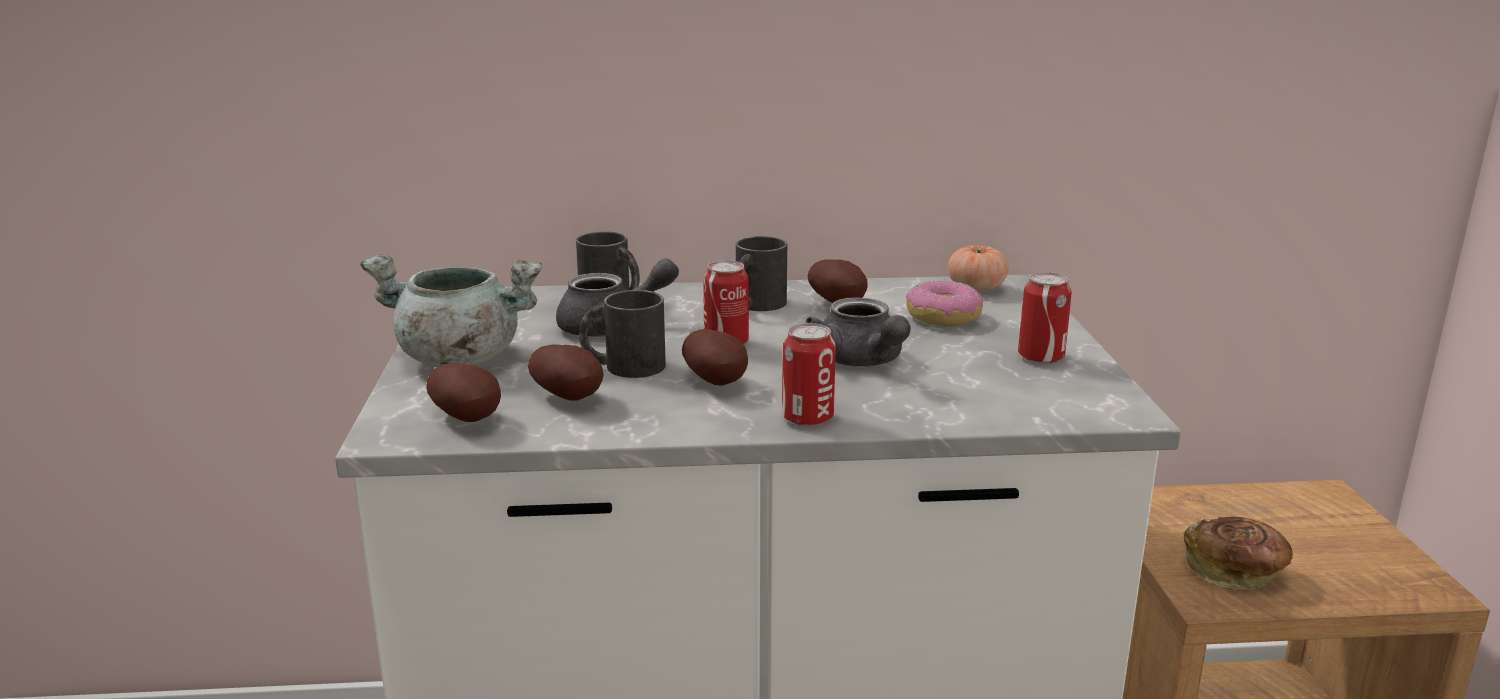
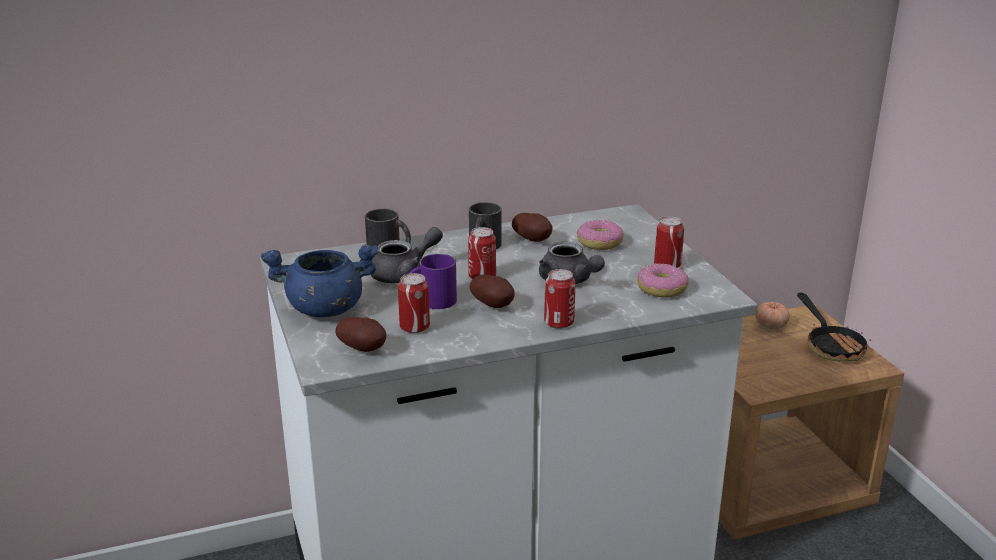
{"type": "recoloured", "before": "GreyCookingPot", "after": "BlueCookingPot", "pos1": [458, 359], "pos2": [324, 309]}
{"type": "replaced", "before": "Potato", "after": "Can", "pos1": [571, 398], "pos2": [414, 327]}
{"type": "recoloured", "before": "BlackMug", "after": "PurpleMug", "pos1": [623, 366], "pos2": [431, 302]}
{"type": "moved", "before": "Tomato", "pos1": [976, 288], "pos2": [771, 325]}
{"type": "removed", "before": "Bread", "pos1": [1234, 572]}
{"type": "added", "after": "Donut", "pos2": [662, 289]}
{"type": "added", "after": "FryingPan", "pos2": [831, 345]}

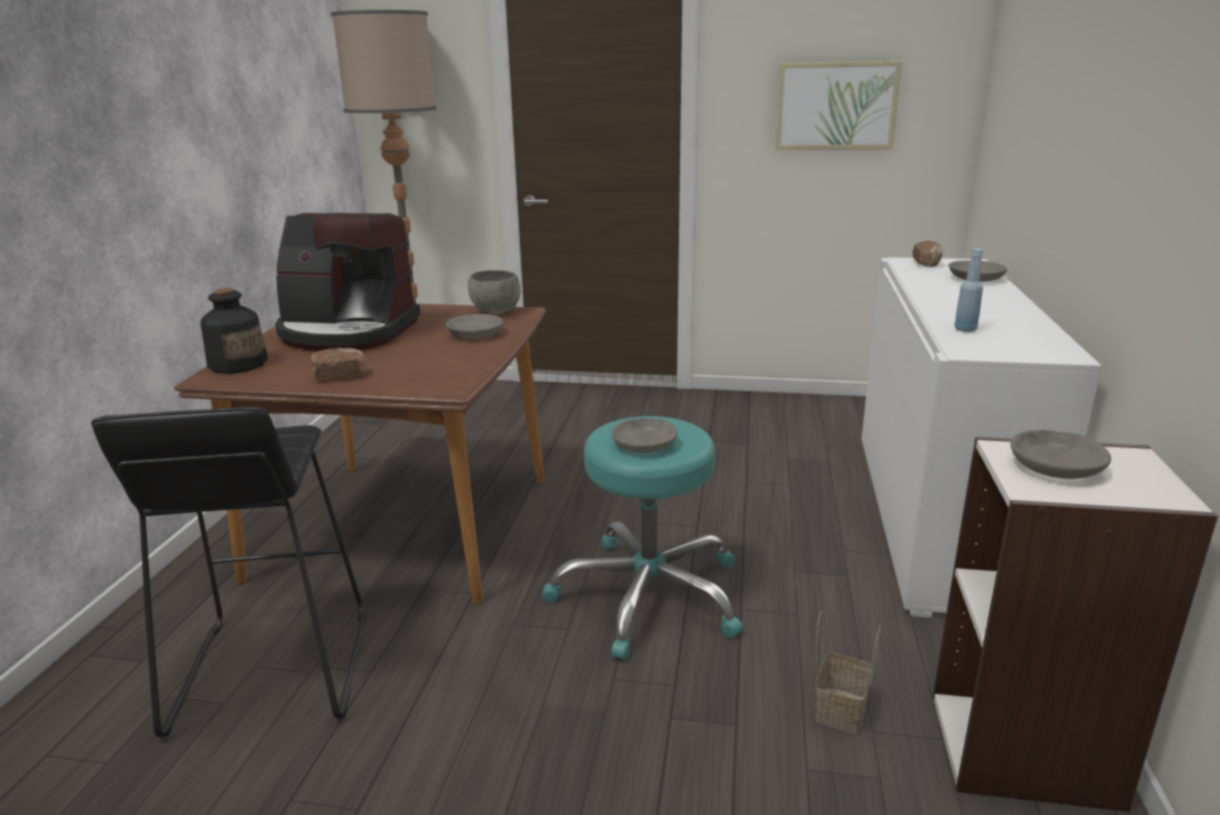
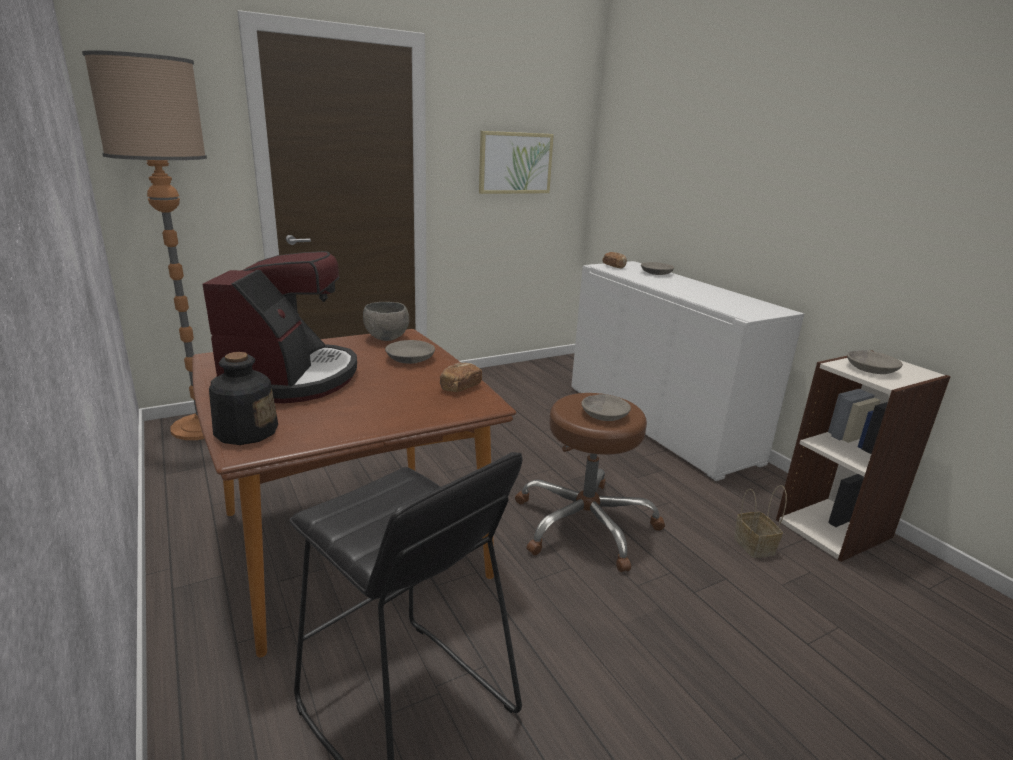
{"type": "turned", "before": "CoffeeMachine", "pos1": [347, 332], "pos2": [291, 378], "turn": -60}
{"type": "moved", "before": "Bread", "pos1": [340, 376], "pos2": [459, 387]}
{"type": "recoloured", "before": "TurquoiseStool", "after": "BrownStool", "pos1": [648, 596], "pos2": [586, 524]}
{"type": "removed", "before": "BlueBottle", "pos1": [965, 329]}

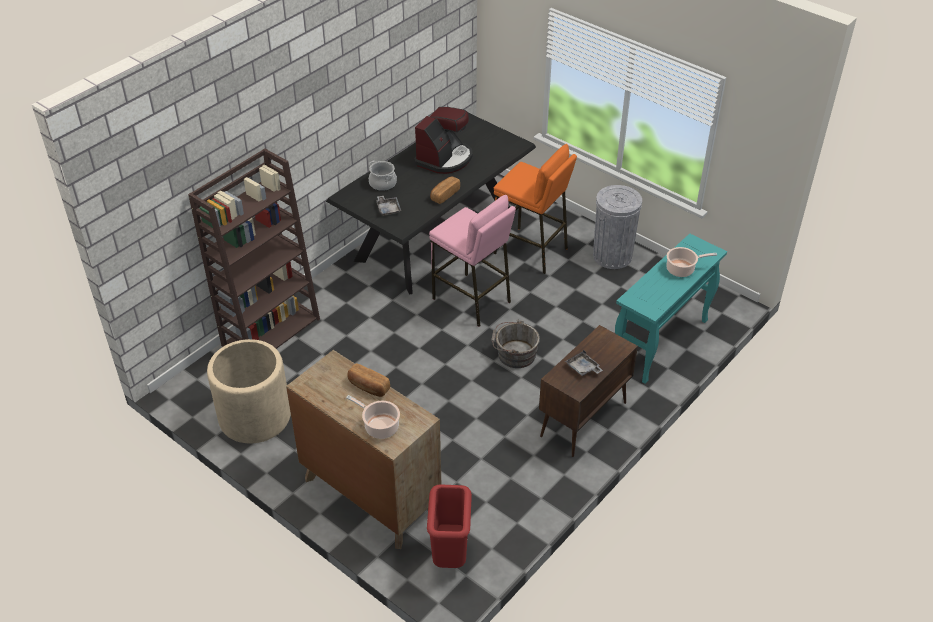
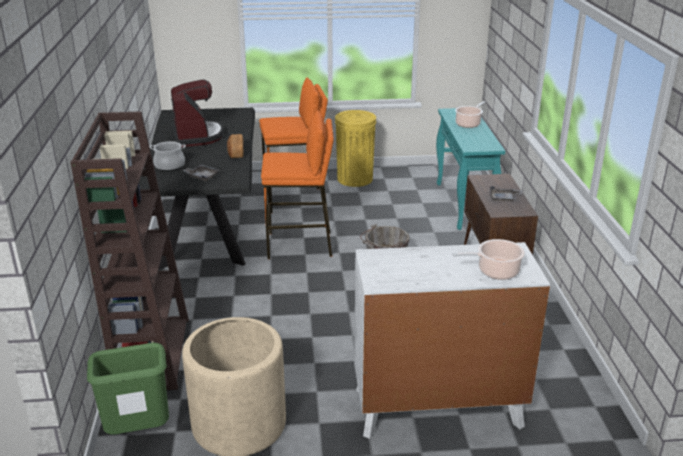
{"type": "recoloured", "before": "BrownDresser", "after": "WhiteDresser", "pos1": [370, 495], "pos2": [437, 408]}
{"type": "removed", "before": "Bread", "pos1": [368, 387]}
{"type": "removed", "before": "RedTrashCan", "pos1": [449, 555]}
{"type": "recoloured", "before": "PinkStool", "after": "OrangeStool", "pos1": [472, 300], "pos2": [300, 245]}
{"type": "recoloured", "before": "GreyTrashCan", "after": "YellowTrashCan", "pos1": [612, 256], "pos2": [355, 179]}
{"type": "added", "after": "GreenTrashCan", "pos2": [139, 432]}

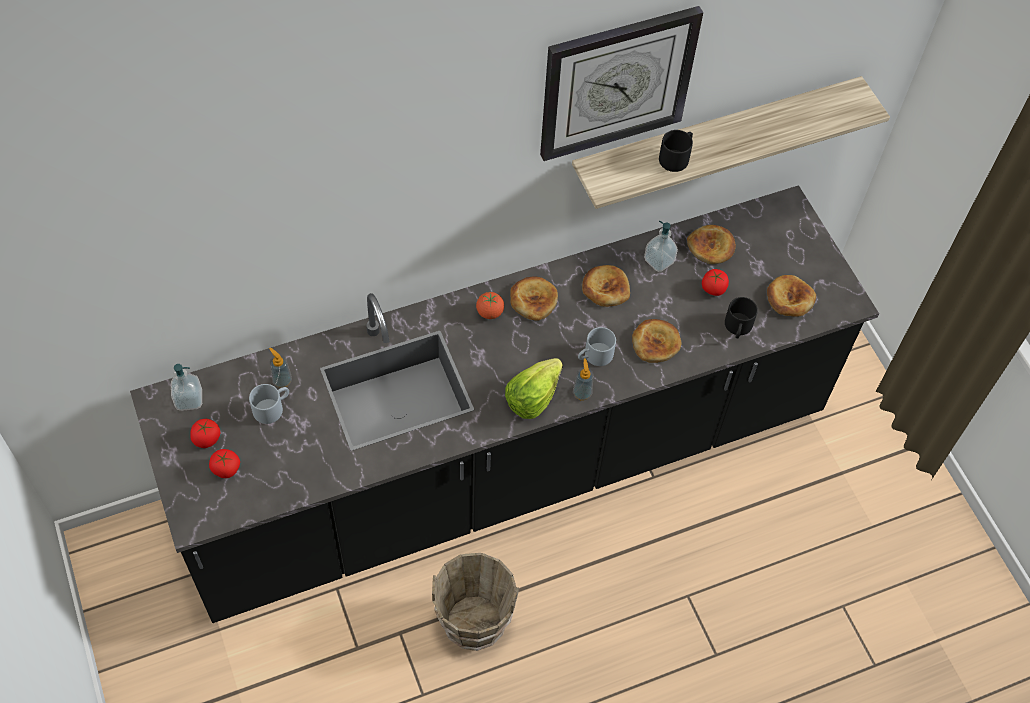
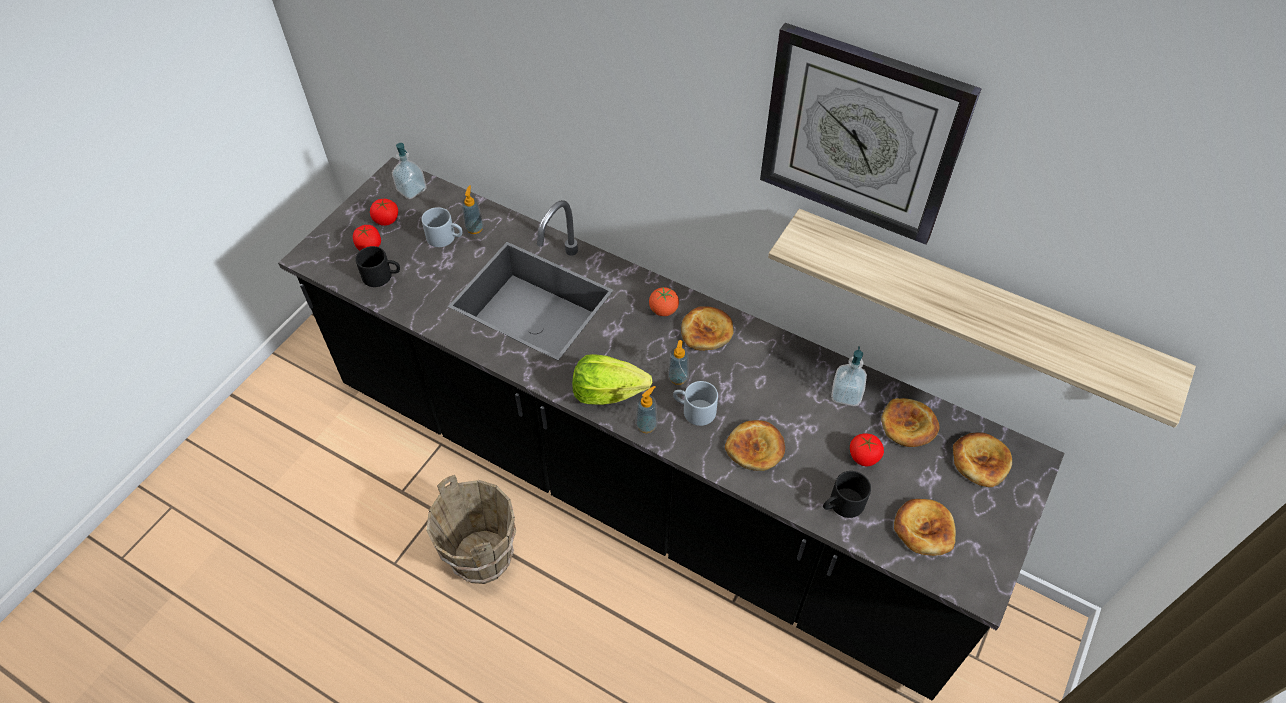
{"type": "moved", "before": "Bread", "pos1": [605, 288], "pos2": [980, 461]}
{"type": "moved", "before": "BlackMug", "pos1": [676, 156], "pos2": [382, 275]}
{"type": "added", "after": "SoapDispenser", "pos2": [678, 377]}

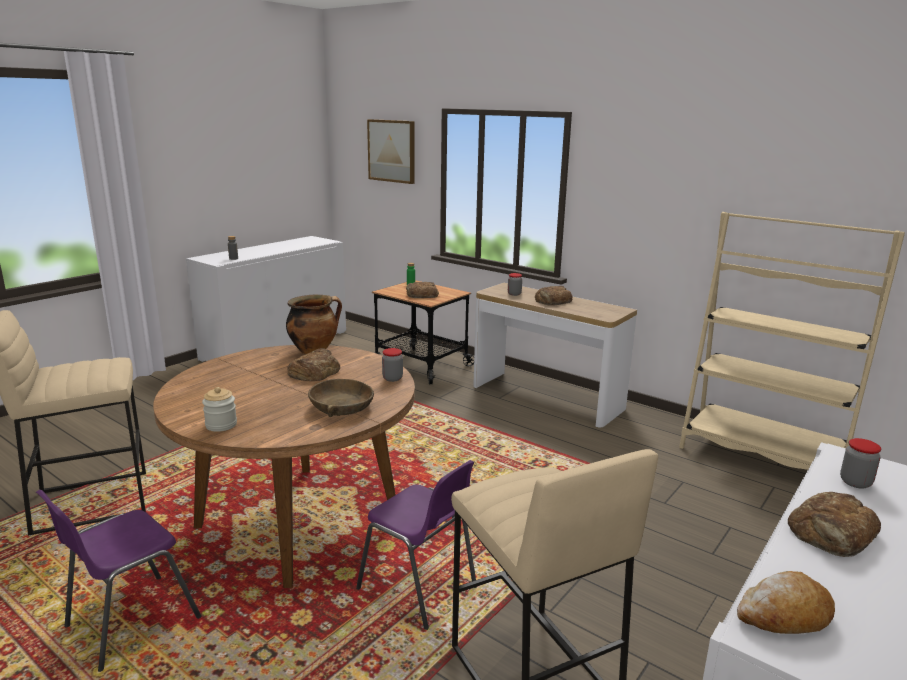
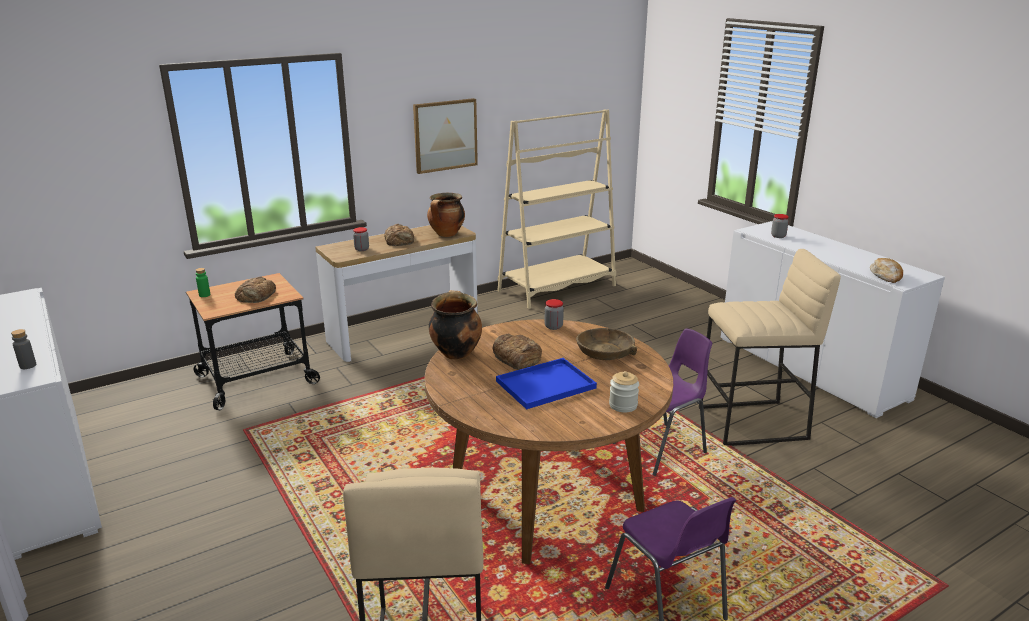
{"type": "moved", "before": "Picture", "pos1": [392, 151], "pos2": [445, 135]}
{"type": "removed", "before": "Bread", "pos1": [832, 533]}
{"type": "added", "after": "CookingPot", "pos2": [446, 234]}
{"type": "added", "after": "BlueTray", "pos2": [546, 384]}

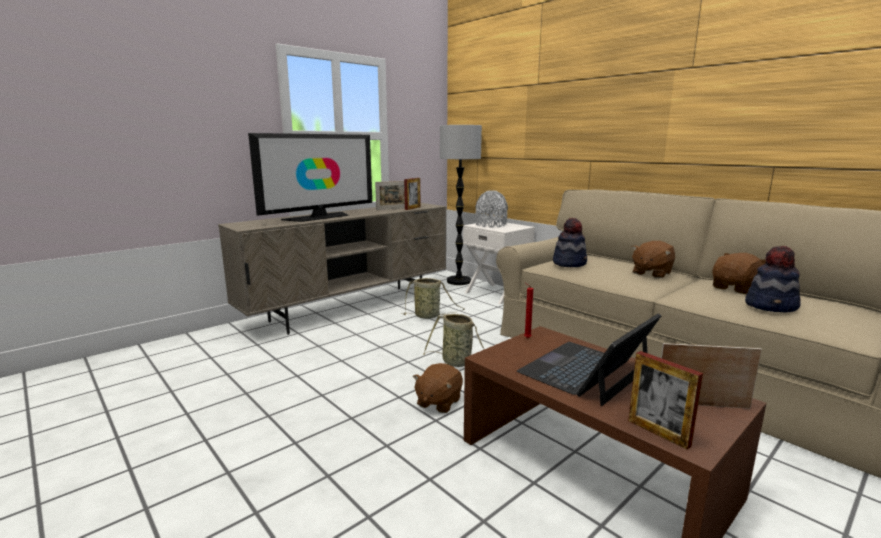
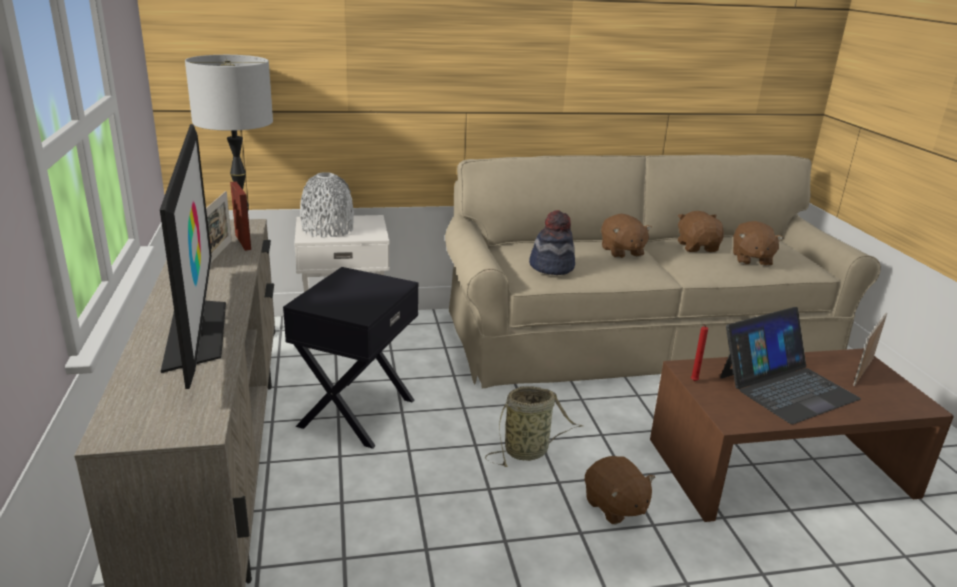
{"type": "replaced", "before": "Basket", "after": "BlackSideTable", "pos1": [429, 316], "pos2": [355, 412]}
{"type": "turned", "before": "Laptop", "pos1": [585, 371], "pos2": [786, 387], "turn": -105}
{"type": "removed", "before": "PictureFrame", "pos1": [658, 433]}
{"type": "replaced", "before": "Hat", "after": "BrownPlushToy", "pos1": [772, 306], "pos2": [751, 259]}

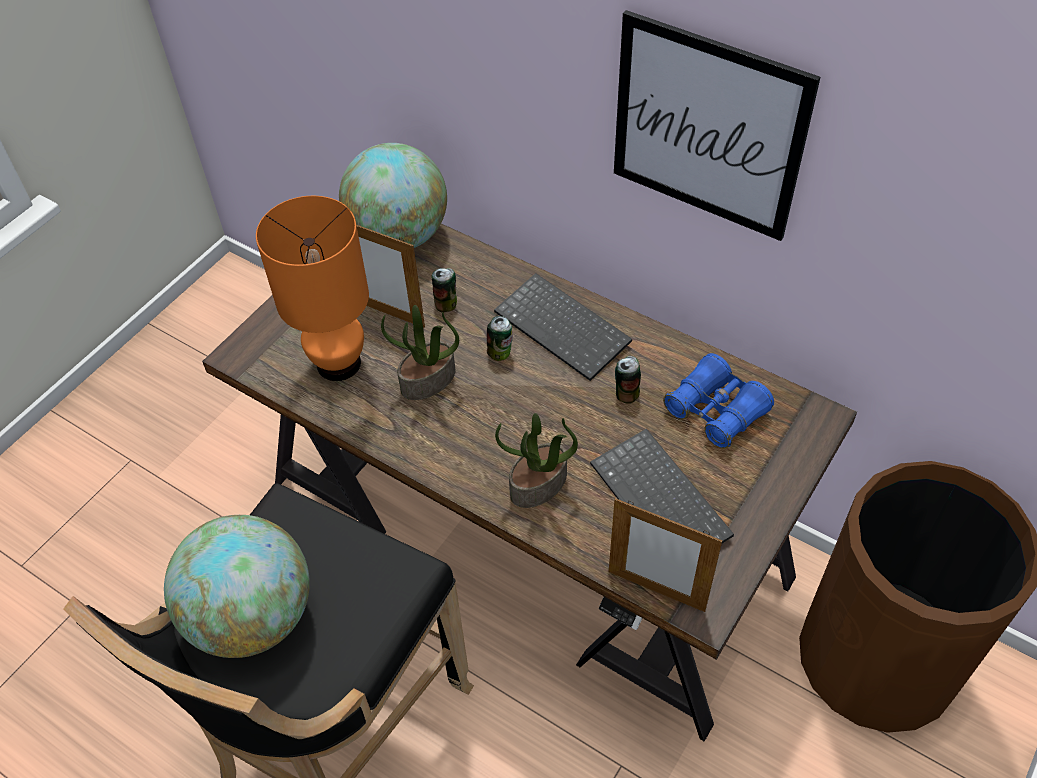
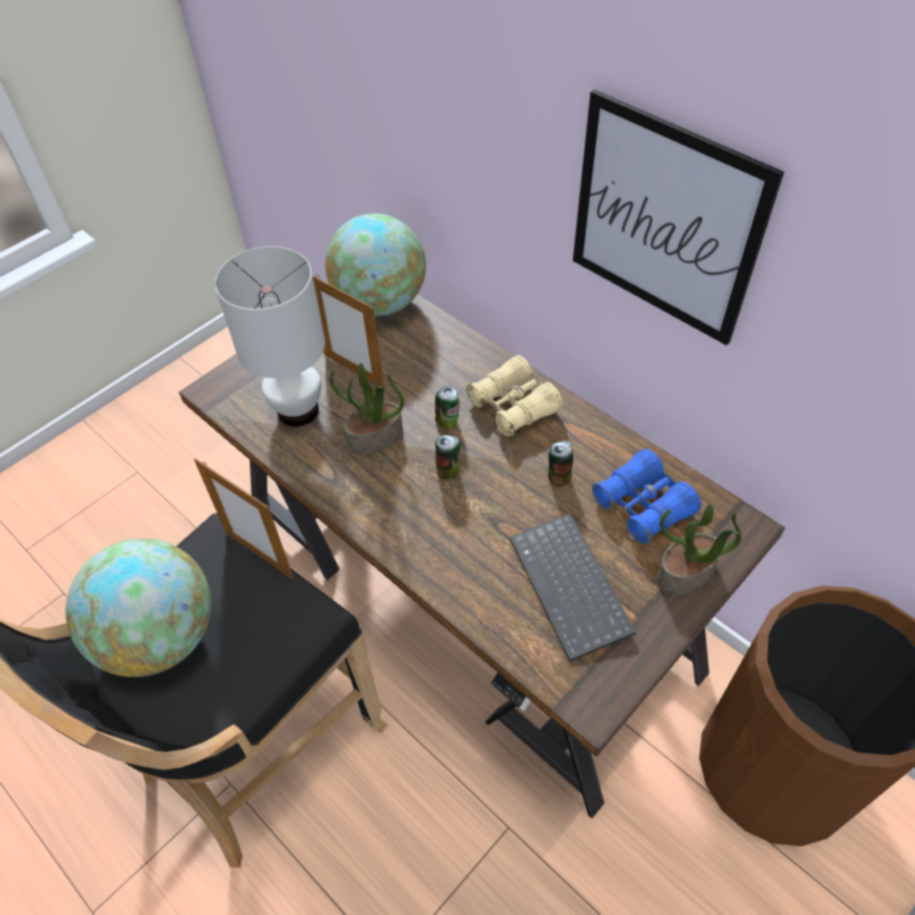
{"type": "recoloured", "before": "OrangeTableLamp", "after": "WhiteTableLamp", "pos1": [338, 364], "pos2": [297, 411]}
{"type": "moved", "before": "Can", "pos1": [446, 304], "pos2": [448, 470]}
{"type": "replaced", "before": "Keyboard", "after": "BeigeBinoculars", "pos1": [565, 328], "pos2": [513, 406]}
{"type": "moved", "before": "PottedPlant", "pos1": [538, 485], "pos2": [686, 573]}
{"type": "moved", "before": "PictureFrame", "pos1": [656, 590], "pos2": [259, 555]}

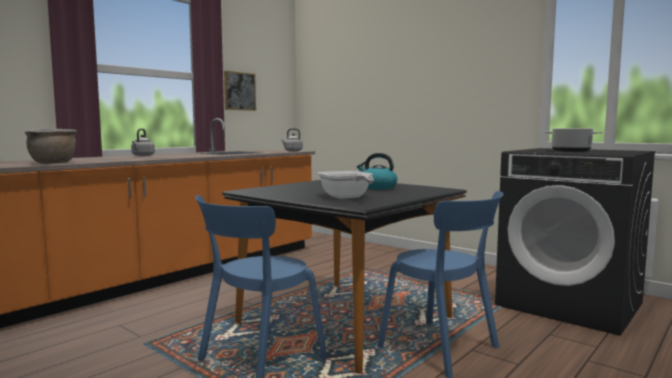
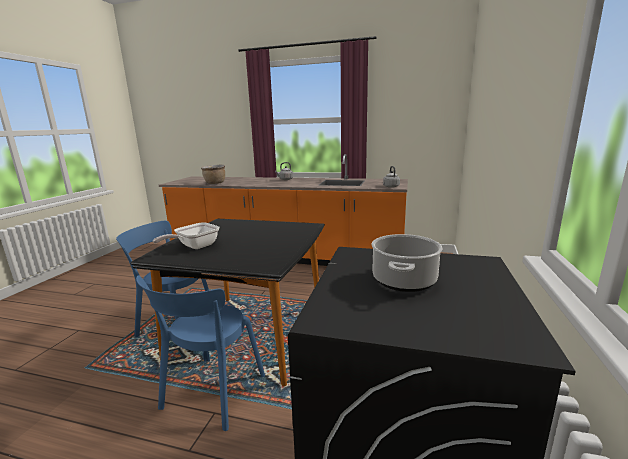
{"type": "removed", "before": "Picture", "pos1": [239, 91]}
{"type": "removed", "before": "Kettle", "pos1": [377, 187]}

